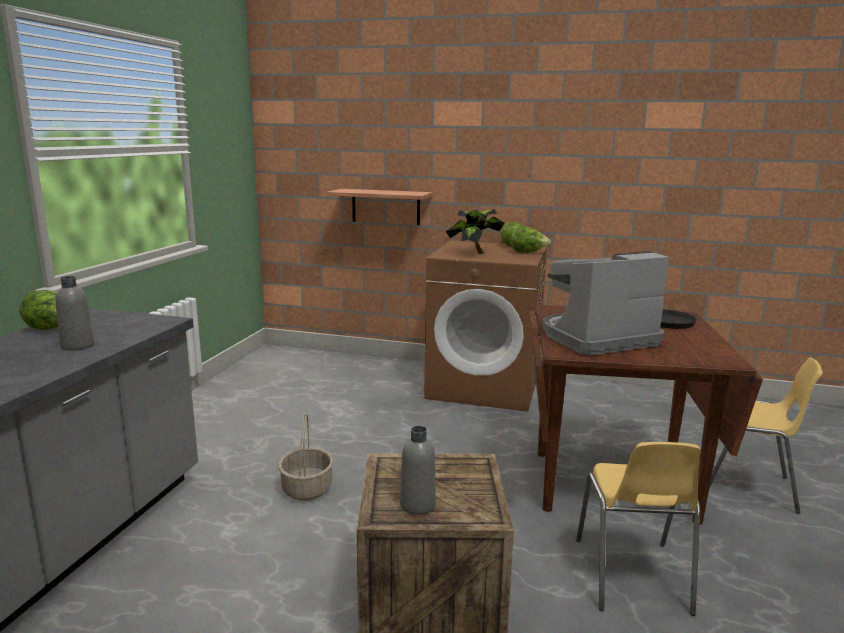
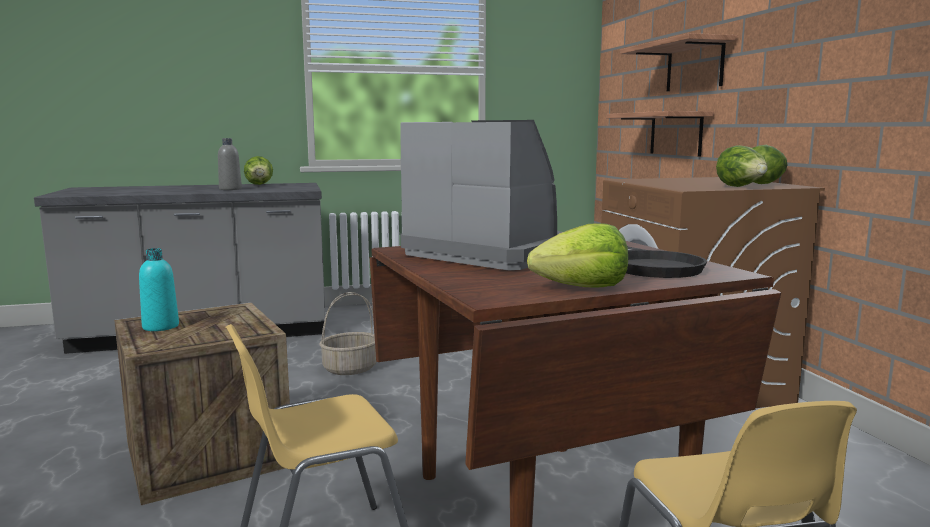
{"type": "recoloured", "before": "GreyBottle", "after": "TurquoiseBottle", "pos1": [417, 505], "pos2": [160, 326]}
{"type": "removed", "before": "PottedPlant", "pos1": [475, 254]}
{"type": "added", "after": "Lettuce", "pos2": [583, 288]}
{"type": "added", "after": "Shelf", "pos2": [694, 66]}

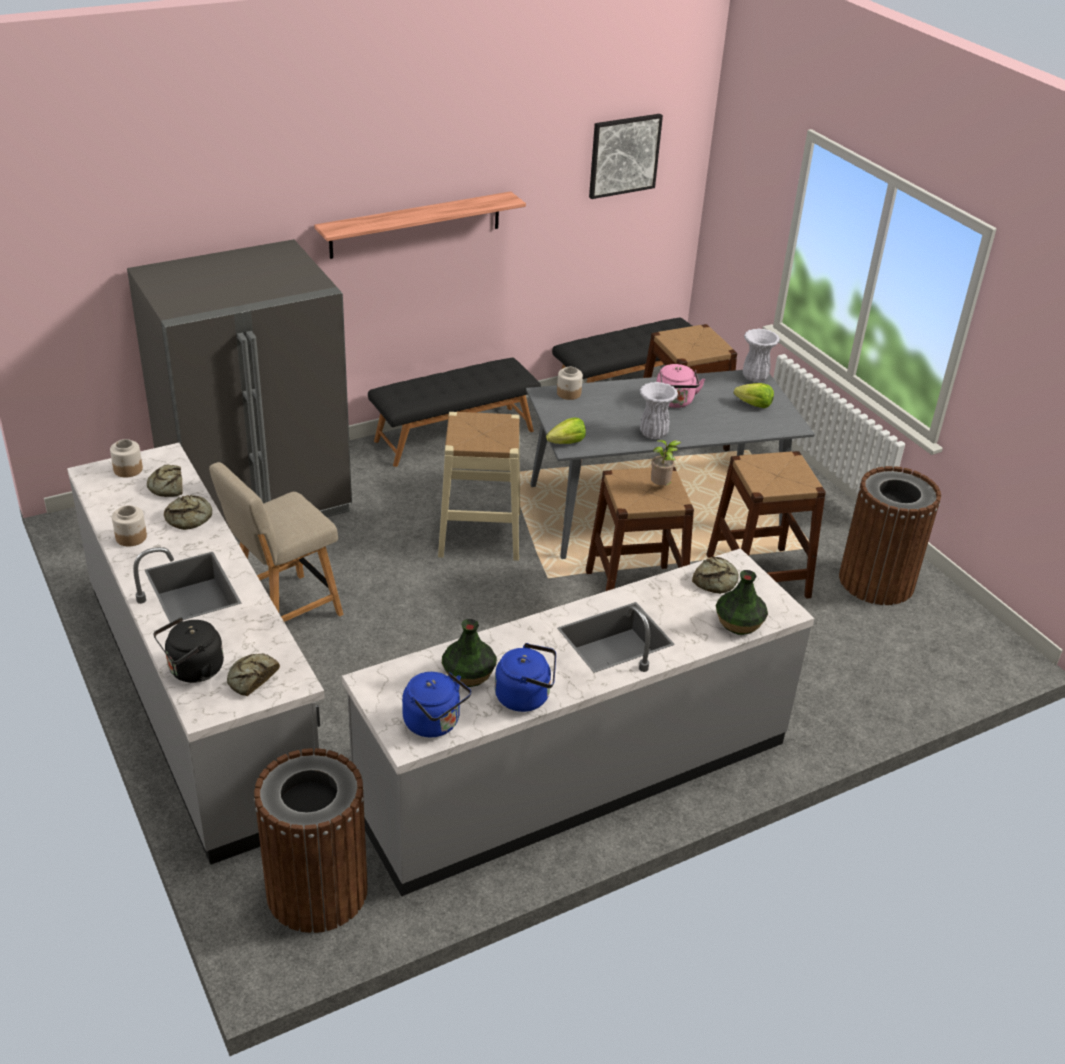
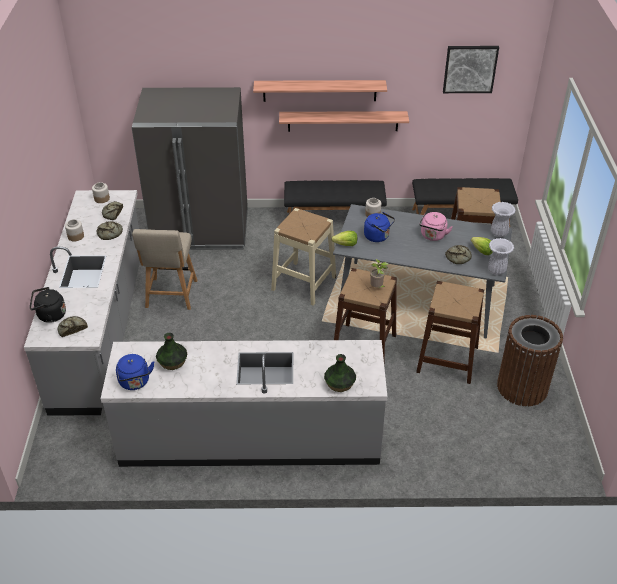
{"type": "turned", "before": "BeigeChair", "pos1": [283, 611], "pos2": [171, 296], "turn": -75}
{"type": "removed", "before": "BrownTrashCan", "pos1": [317, 890]}
{"type": "moved", "before": "BlueKettle", "pos1": [526, 696], "pos2": [378, 237]}
{"type": "moved", "before": "WhiteVase", "pos1": [654, 434], "pos2": [496, 271]}
{"type": "moved", "before": "Bread", "pos1": [716, 580], "pos2": [459, 257]}
{"type": "added", "after": "Shelf", "pos2": [343, 121]}

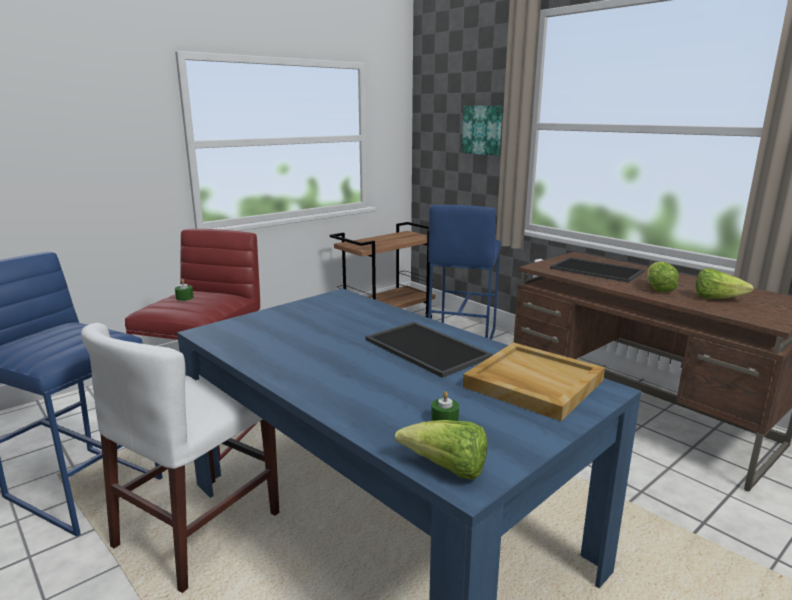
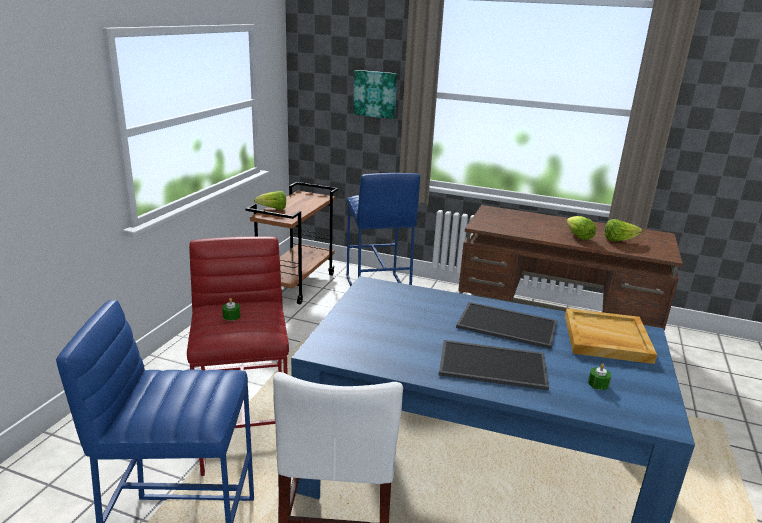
{"type": "moved", "before": "Lettuce", "pos1": [447, 470], "pos2": [273, 209]}
{"type": "moved", "before": "Tray", "pos1": [597, 270], "pos2": [494, 364]}

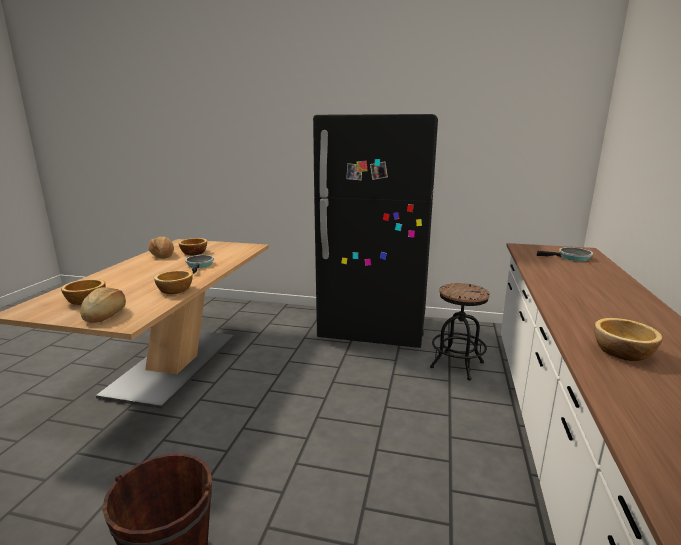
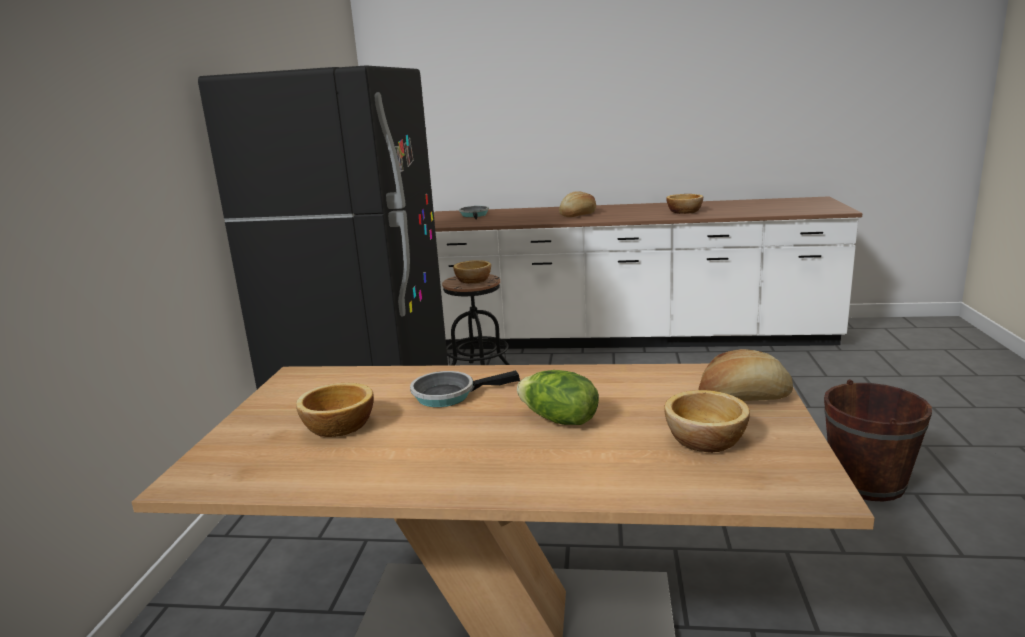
{"type": "moved", "before": "Bread", "pos1": [163, 255], "pos2": [578, 214]}
{"type": "moved", "before": "Bowl", "pos1": [175, 290], "pos2": [474, 280]}
{"type": "added", "after": "Lettuce", "pos2": [558, 420]}

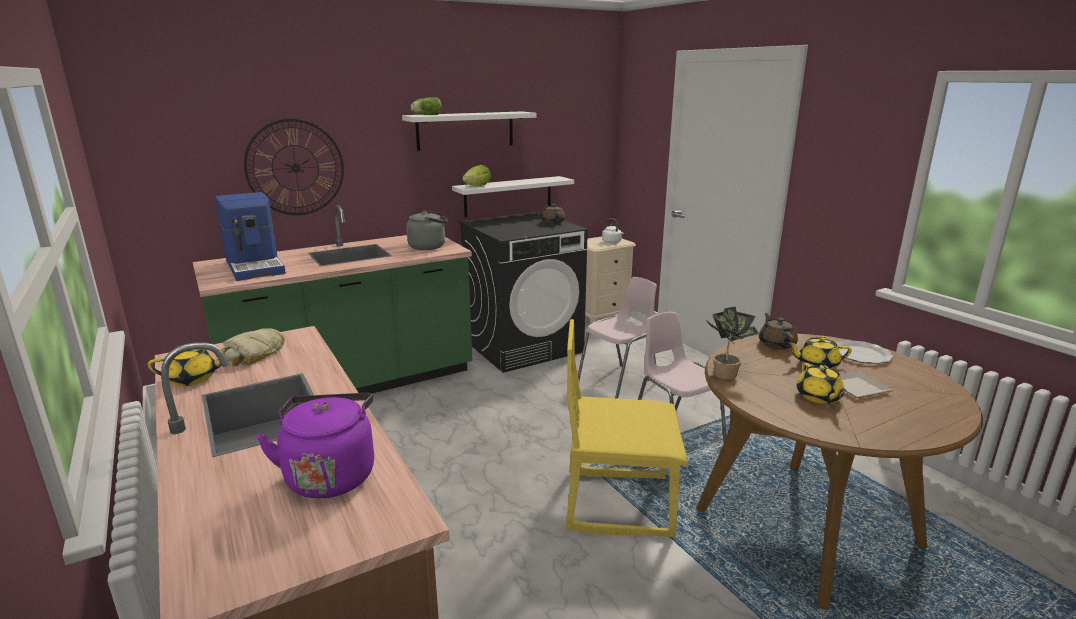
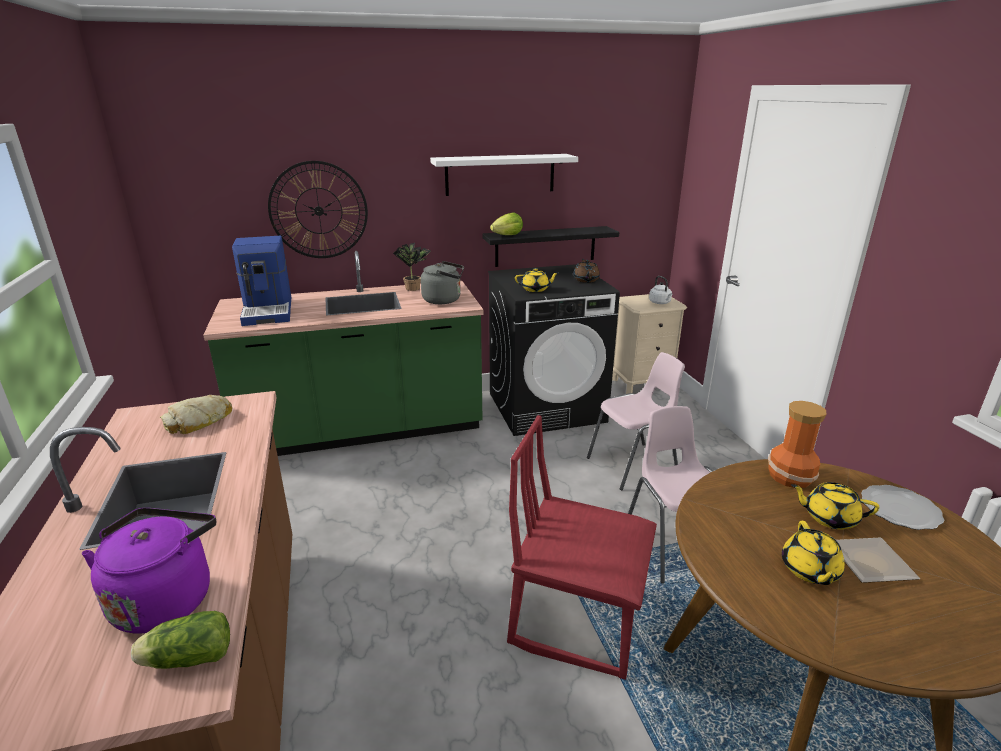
{"type": "moved", "before": "YellowTeapot", "pos1": [193, 379], "pos2": [536, 289]}
{"type": "moved", "before": "Lettuce", "pos1": [426, 115], "pos2": [186, 659]}
{"type": "recoloured", "before": "WhiteShelf", "after": "BlackShelf", "pos1": [508, 196], "pos2": [545, 246]}
{"type": "recoloured", "before": "YellowChair", "after": "RedChair", "pos1": [618, 502], "pos2": [578, 619]}
{"type": "moved", "before": "PottedPlant", "pos1": [725, 373], "pos2": [414, 287]}
{"type": "replaced", "before": "BrownTeapot", "after": "Vase", "pos1": [776, 344], "pos2": [789, 476]}

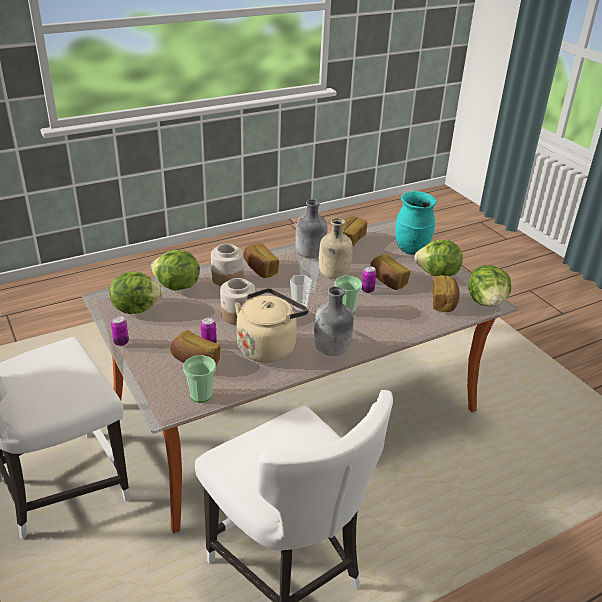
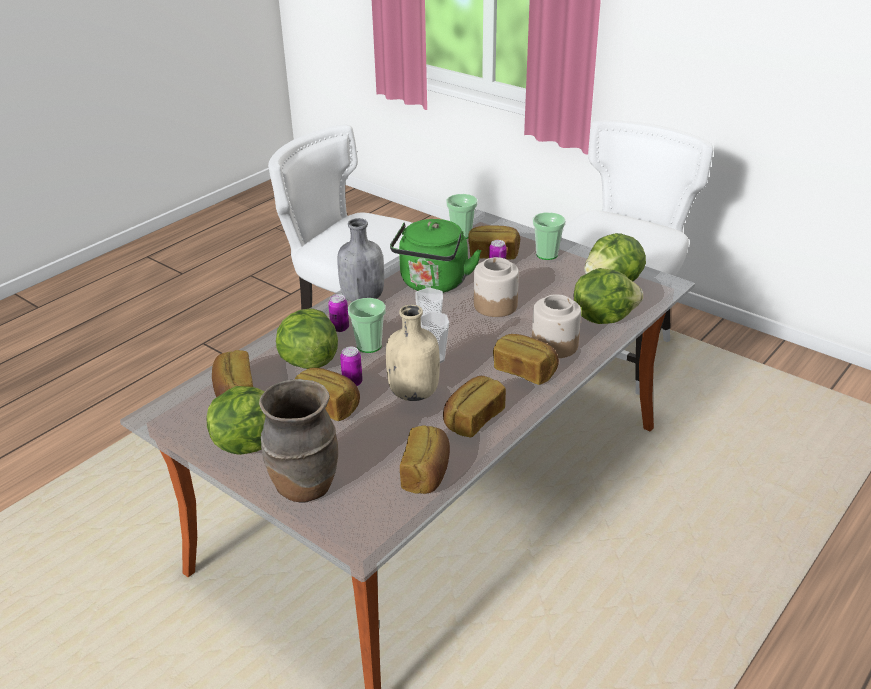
{"type": "moved", "before": "Can", "pos1": [121, 342], "pos2": [340, 328]}
{"type": "recoloured", "before": "BeigeKettle", "after": "GreenKettle", "pos1": [268, 346], "pos2": [433, 284]}
{"type": "replaced", "before": "GreyBottle", "after": "Bread", "pos1": [310, 255], "pos2": [473, 419]}
{"type": "recoloured", "before": "TurquoiseVase", "after": "BrownVase", "pos1": [412, 250], "pos2": [304, 486]}
{"type": "moved", "before": "Lettuce", "pos1": [486, 302], "pos2": [308, 361]}
{"type": "added", "after": "Cup", "pos2": [547, 254]}

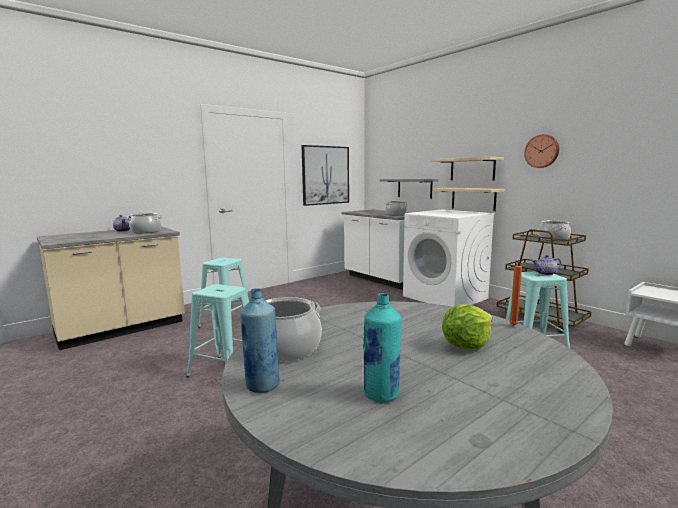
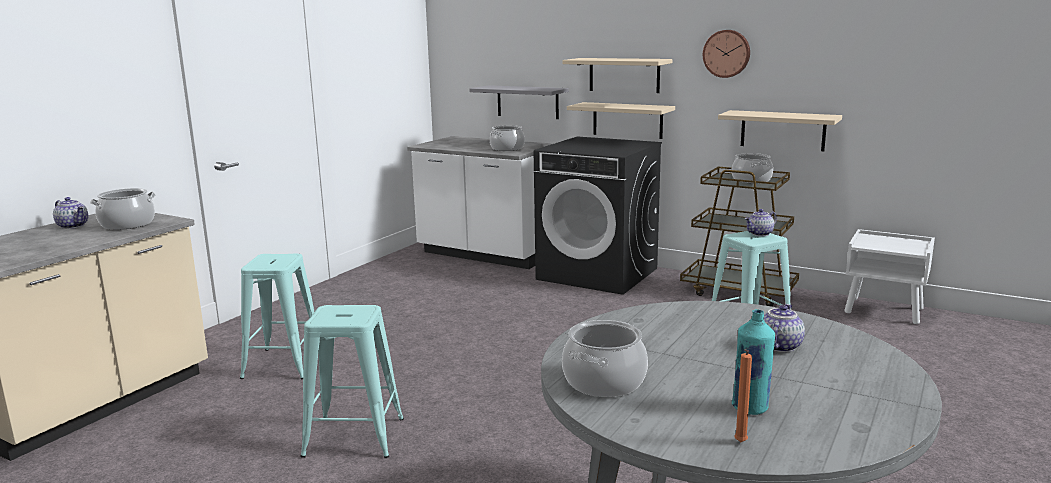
{"type": "removed", "before": "BlueBottle", "pos1": [262, 385]}
{"type": "removed", "before": "Picture", "pos1": [325, 175]}
{"type": "recoloured", "before": "WhiteWashingMachine", "after": "BlackWashingMachine", "pos1": [445, 297], "pos2": [598, 274]}
{"type": "replaced", "before": "Lettuce", "after": "Teapot", "pos1": [466, 345], "pos2": [778, 346]}
{"type": "moved", "before": "OrangeCandle", "pos1": [512, 326], "pos2": [740, 443]}
{"type": "added", "after": "BeigeShelf", "pos2": [782, 130]}

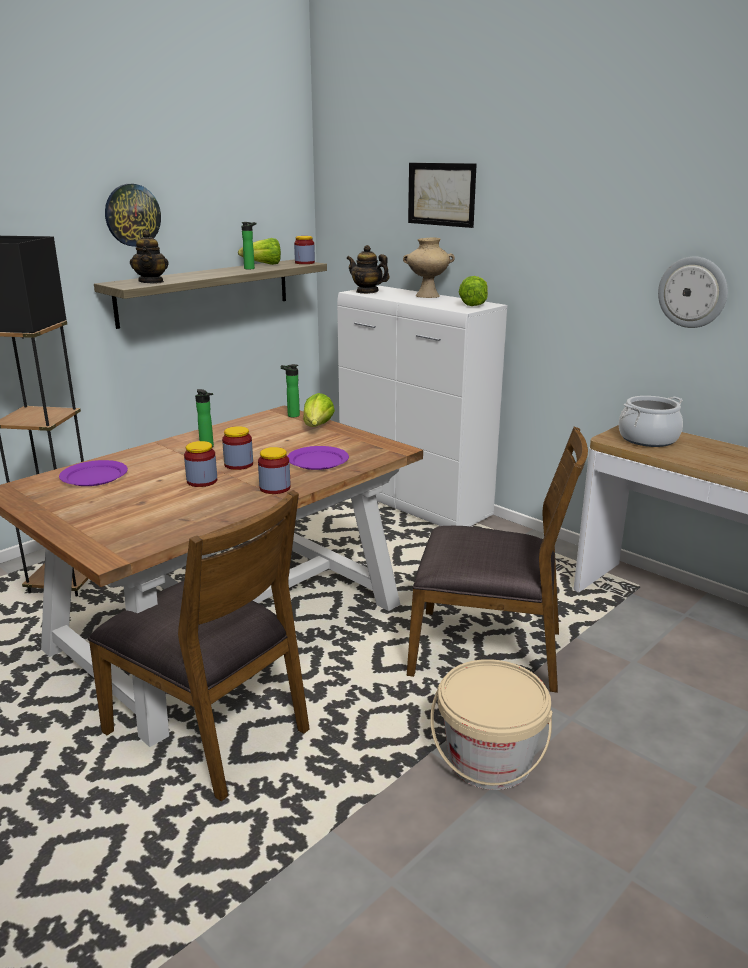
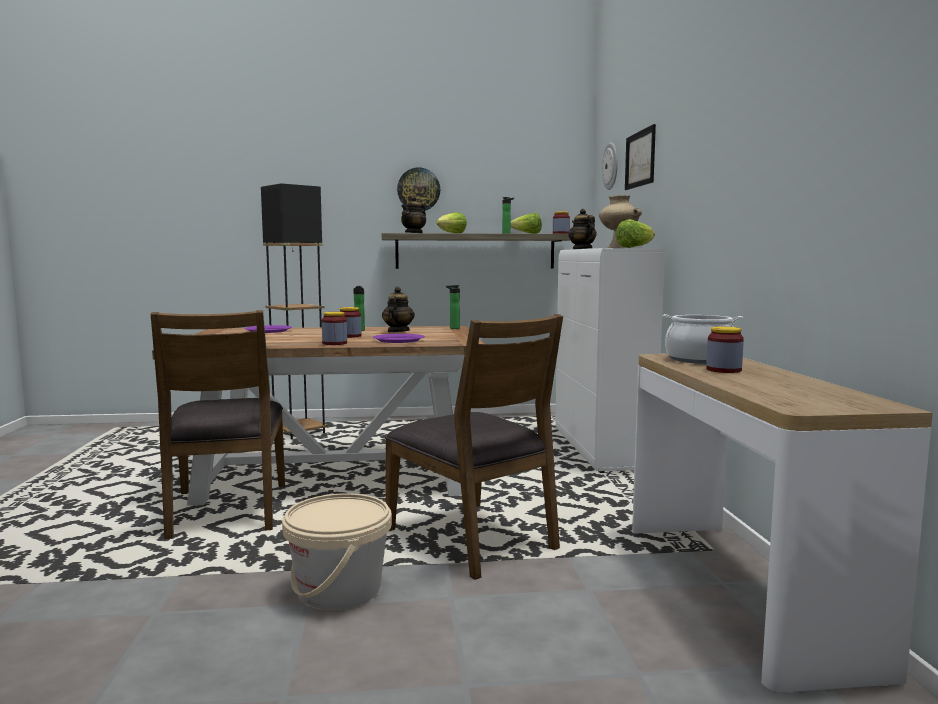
{"type": "moved", "before": "Jar", "pos1": [202, 481], "pos2": [723, 370]}
{"type": "moved", "before": "Lettuce", "pos1": [317, 427], "pos2": [451, 233]}
{"type": "moved", "before": "WallClock", "pos1": [693, 292], "pos2": [611, 166]}
{"type": "added", "after": "Teapot", "pos2": [398, 331]}

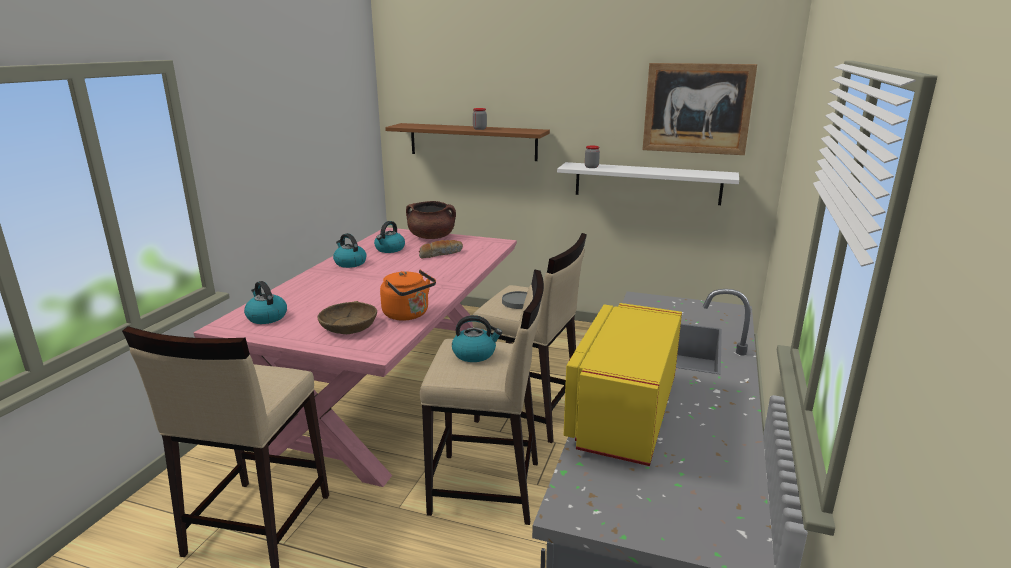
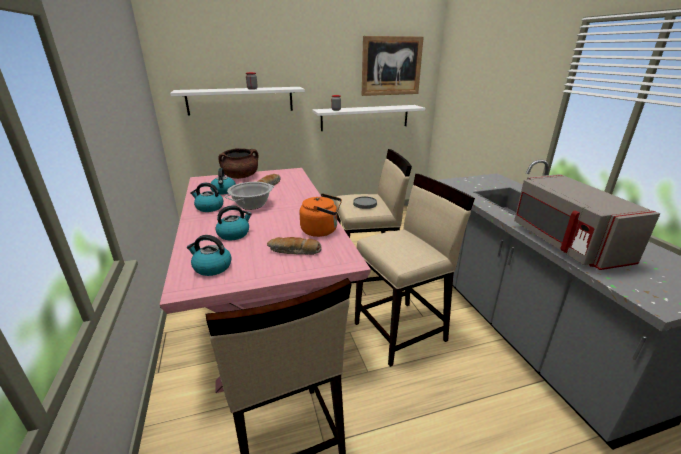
{"type": "replaced", "before": "BrownBowl", "after": "Bread", "pos1": [348, 326], "pos2": [294, 252]}
{"type": "recoloured", "before": "BrownShelf", "after": "WhiteShelf", "pos1": [472, 141], "pos2": [240, 100]}
{"type": "moved", "before": "Kettle", "pos1": [475, 354], "pos2": [234, 234]}
{"type": "recoloured", "before": "YellowMicrowave", "after": "GreyMicrowave", "pos1": [621, 413], "pos2": [565, 243]}
{"type": "added", "after": "CookingPot", "pos2": [252, 205]}

